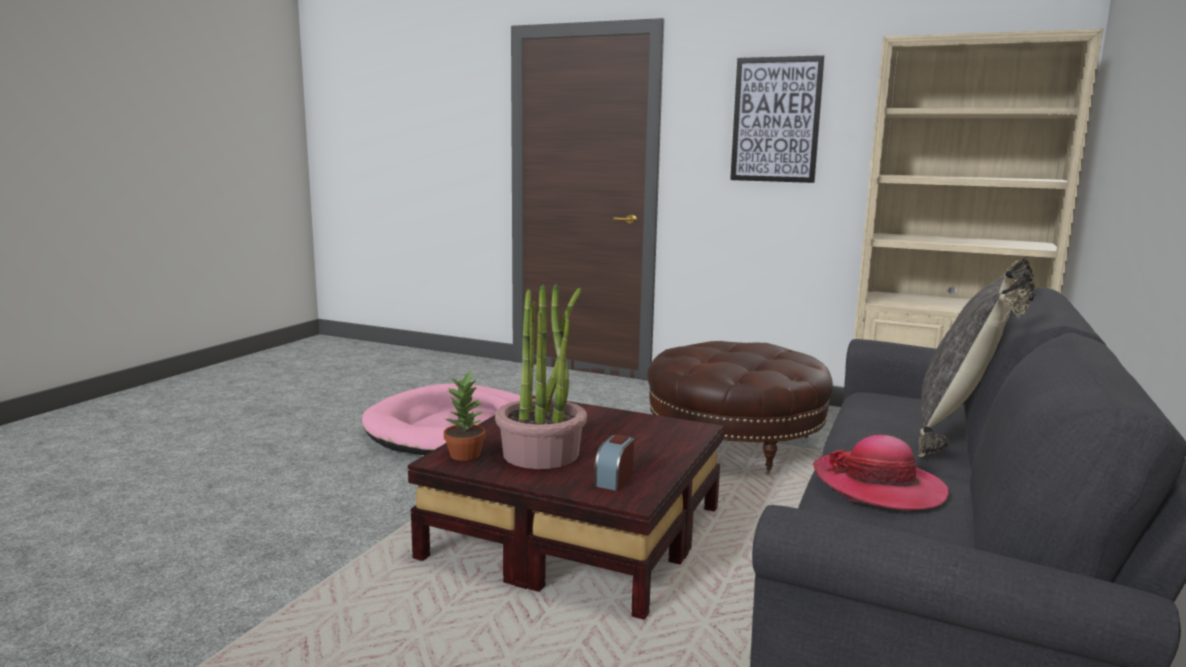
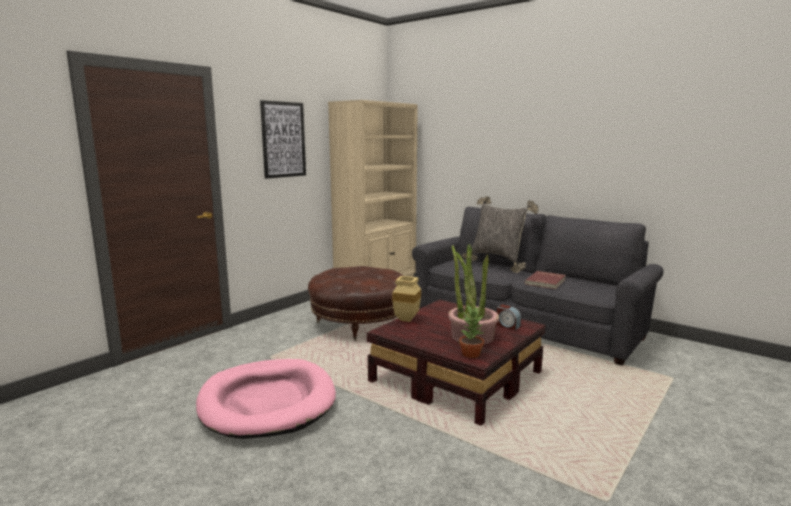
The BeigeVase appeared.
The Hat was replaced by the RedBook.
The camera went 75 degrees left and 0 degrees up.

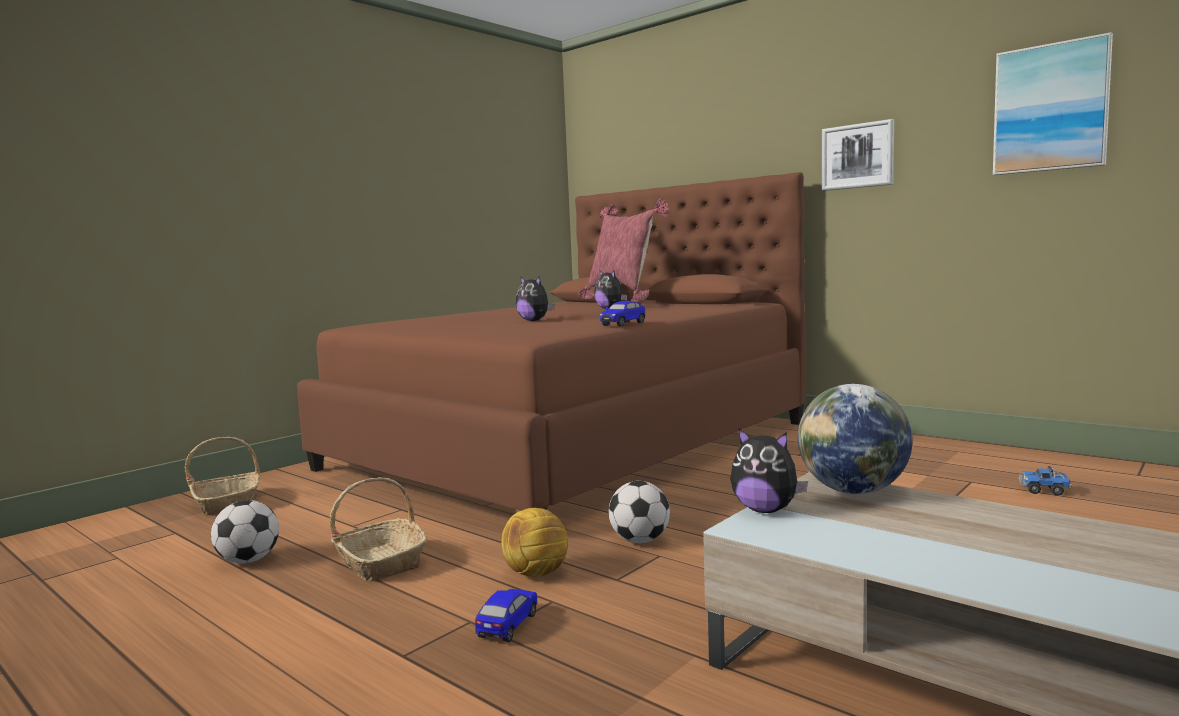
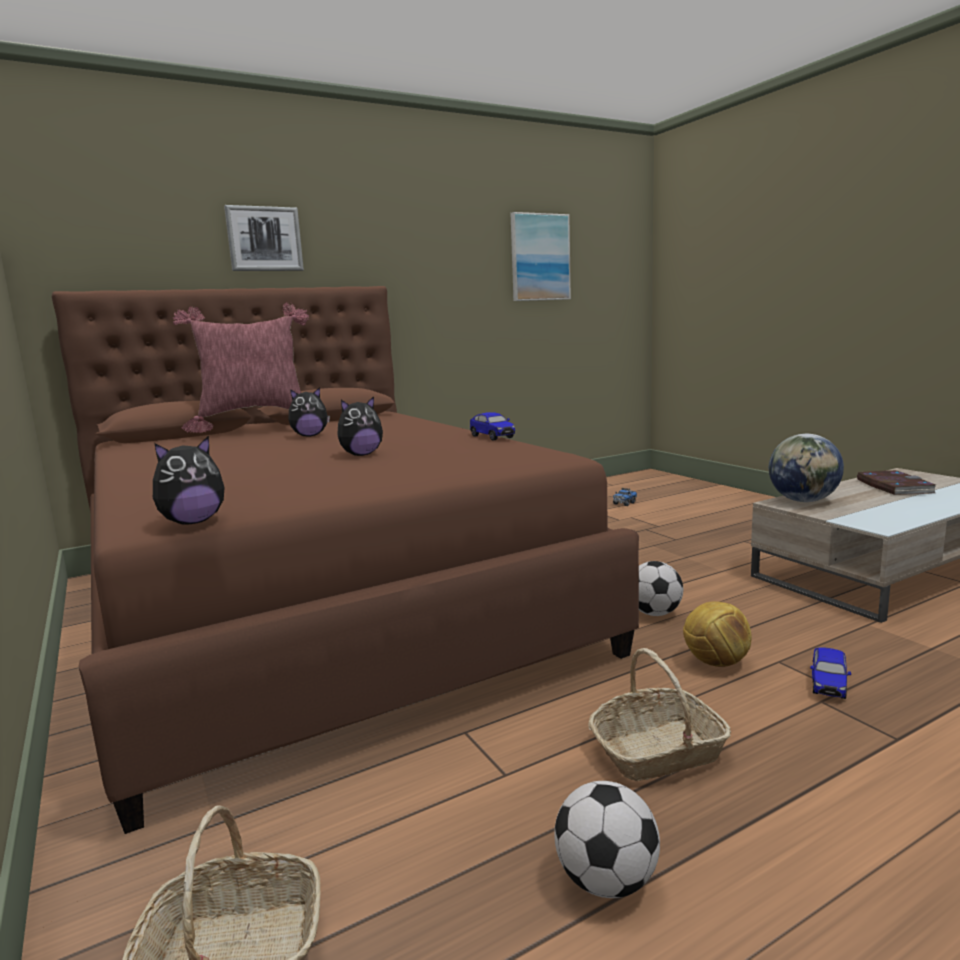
The PlushToy (no. 3 from left in the first image) moved.
The Picture (no. 1 from left) moved.
The ToyCar (no. 1 from left in the first image) turned 105 degrees counterclockwise.
The Book appeared.
The camera went 70 degrees left and 5 degrees up.

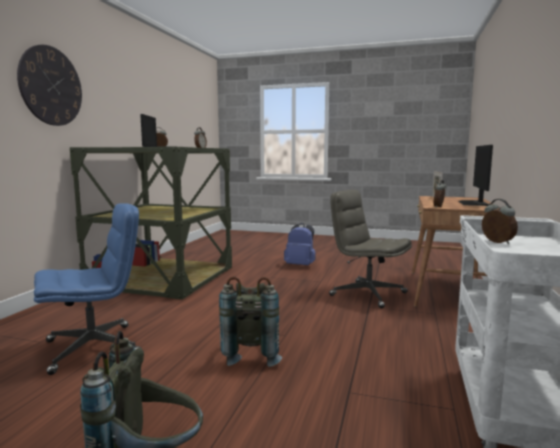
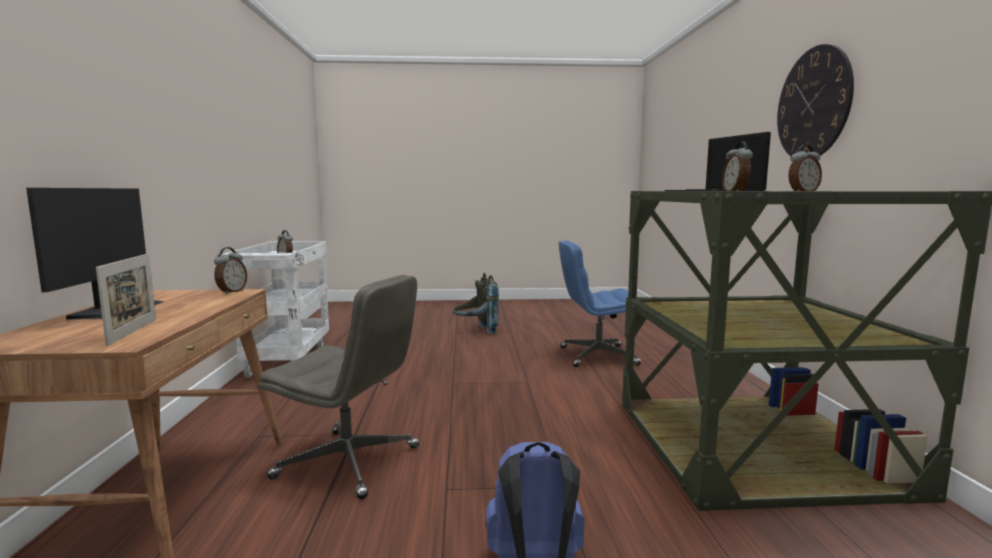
The BlueOfficeChair turned 45 degrees clockwise.
The GreyBackpack (no. 2 from left) disappeared.
The camera went 160 degrees right and 0 degrees up.

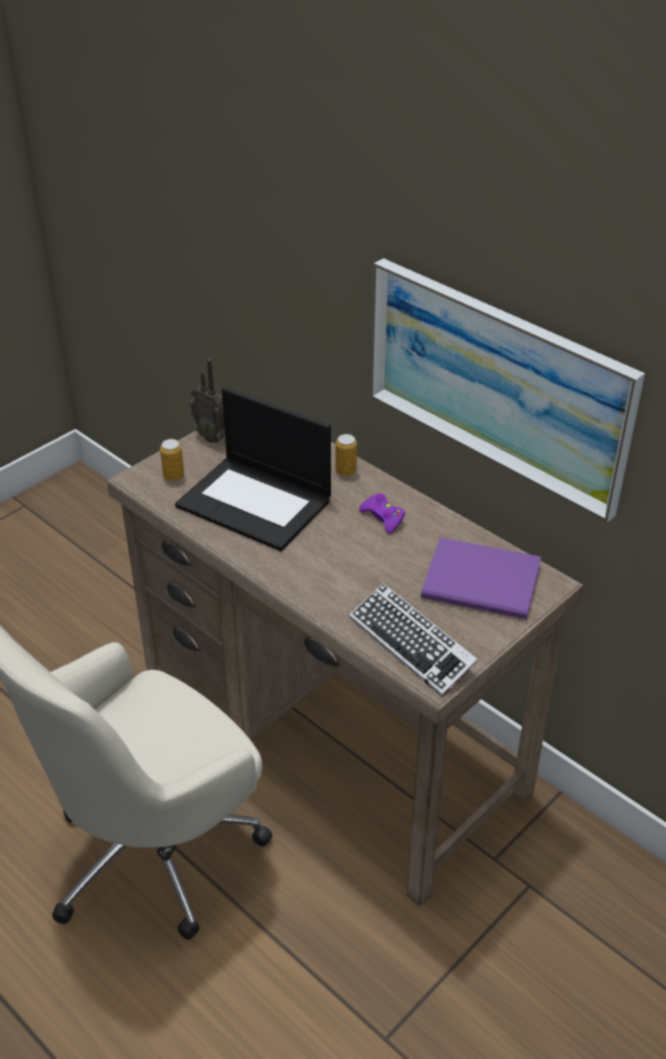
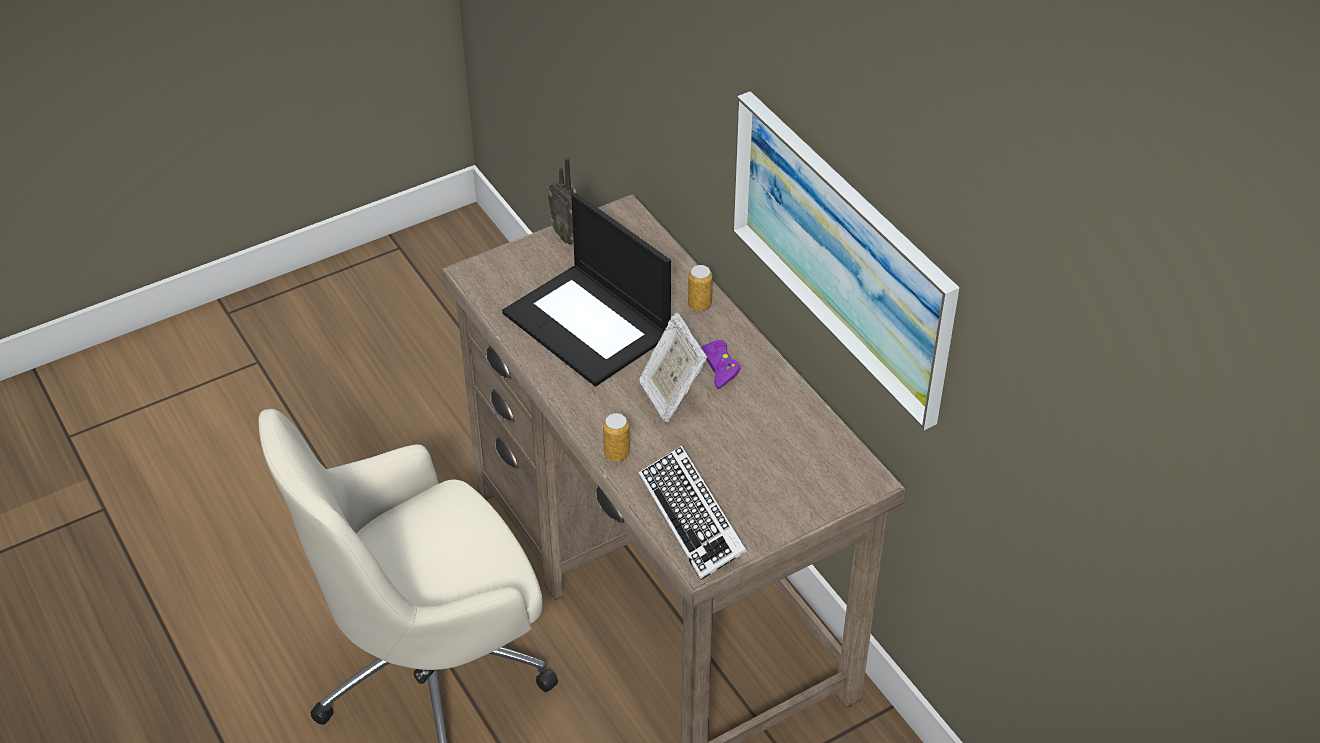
The Can (no. 1 from left) moved.
The PictureFrame appeared.
The PurpleBook disappeared.
The camera went 15 degrees right and 5 degrees up.

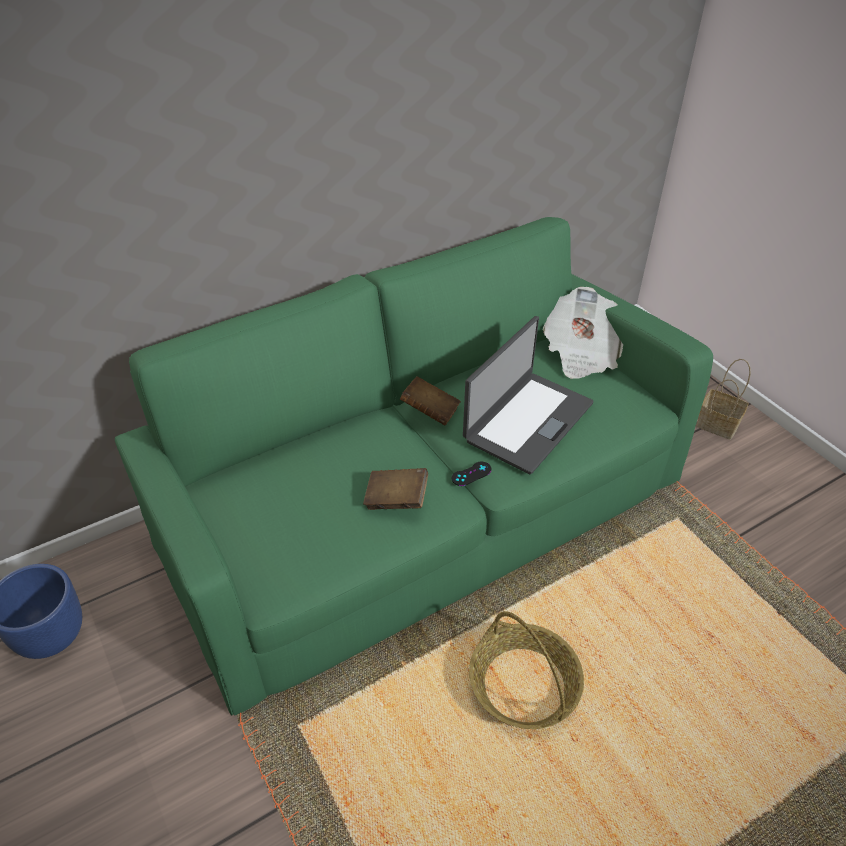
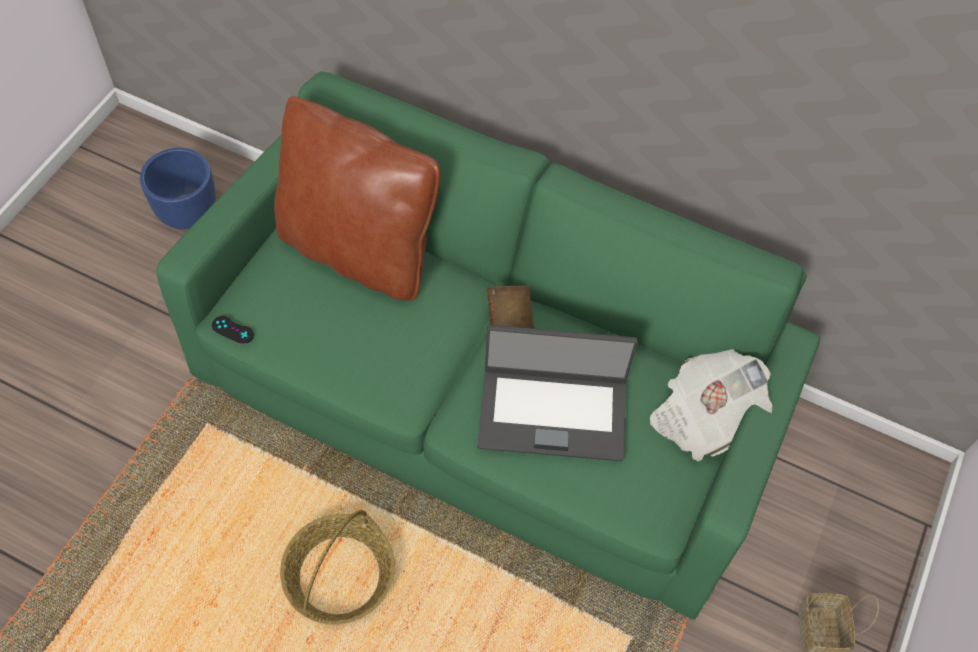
The BlackGameController moved.
The BrownPillow appeared.
The BrownBook (no. 1 from left) disappeared.
The camera went 55 degrees right and 15 degrees up.

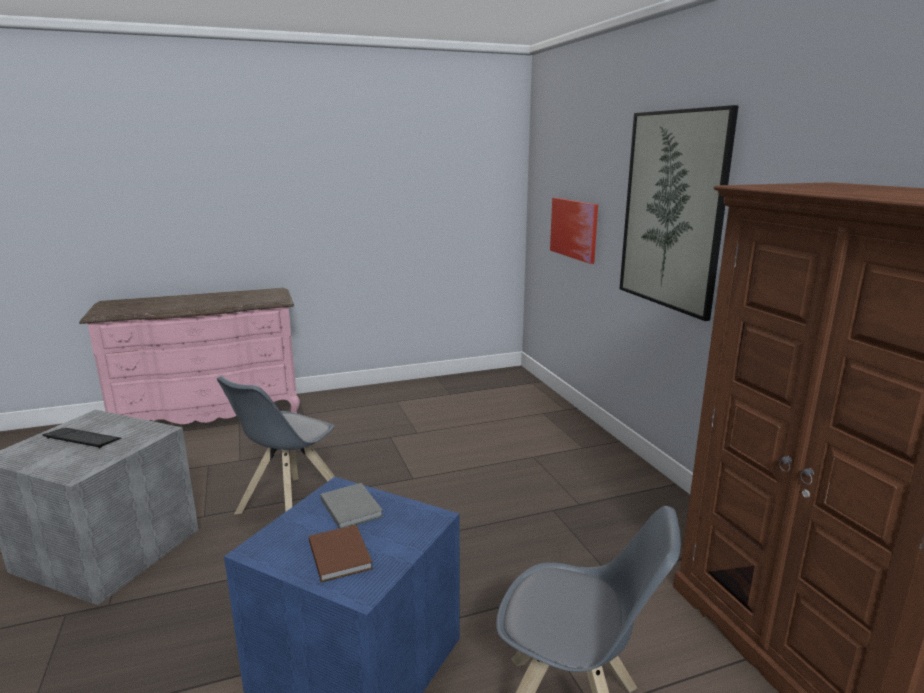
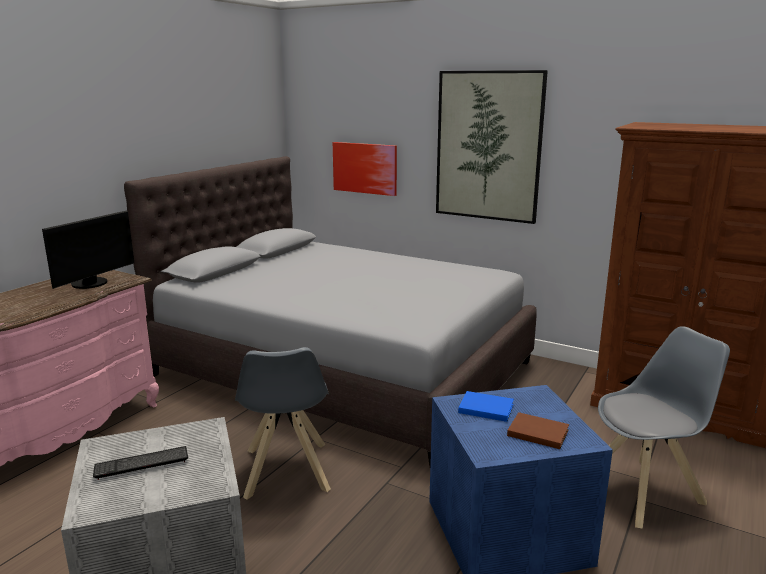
The Monitor appeared.
The GreyBed appeared.
The GreyBook became the BlueBook.
The camera went 40 degrees left and 0 degrees up.

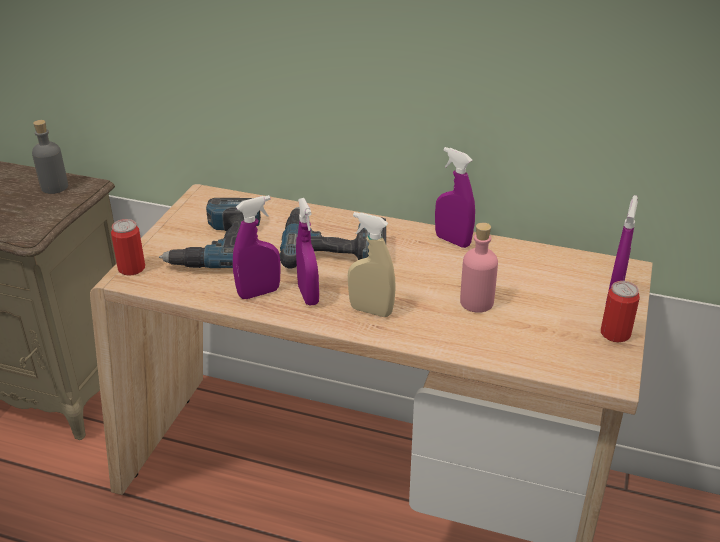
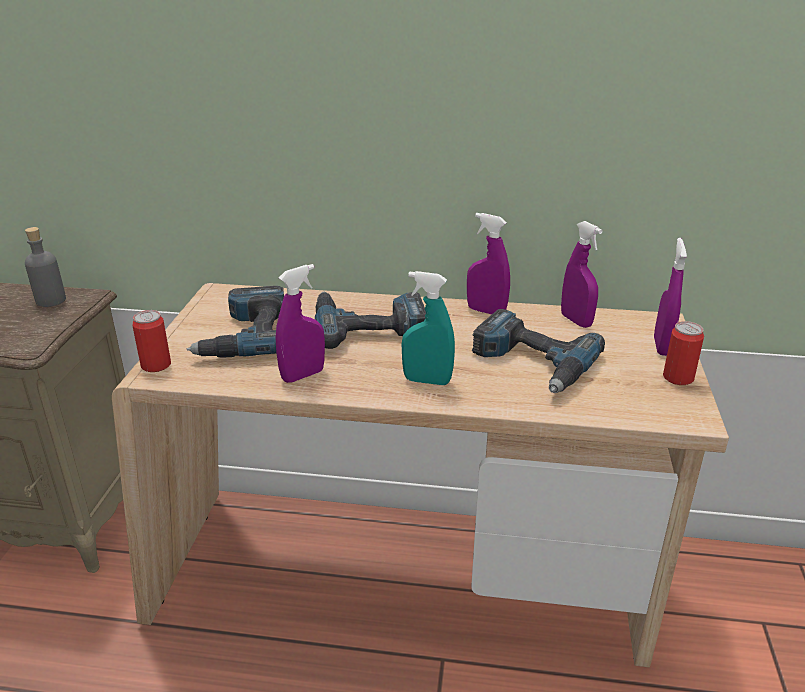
The BeigeSprayBottle became the TurquoiseSprayBottle.
The PinkBottle was replaced by the PowerDrill (no. 3 from left).
The PurpleSprayBottle (no. 2 from left in the first image) moved.
The camera went 10 degrees left and 5 degrees down.

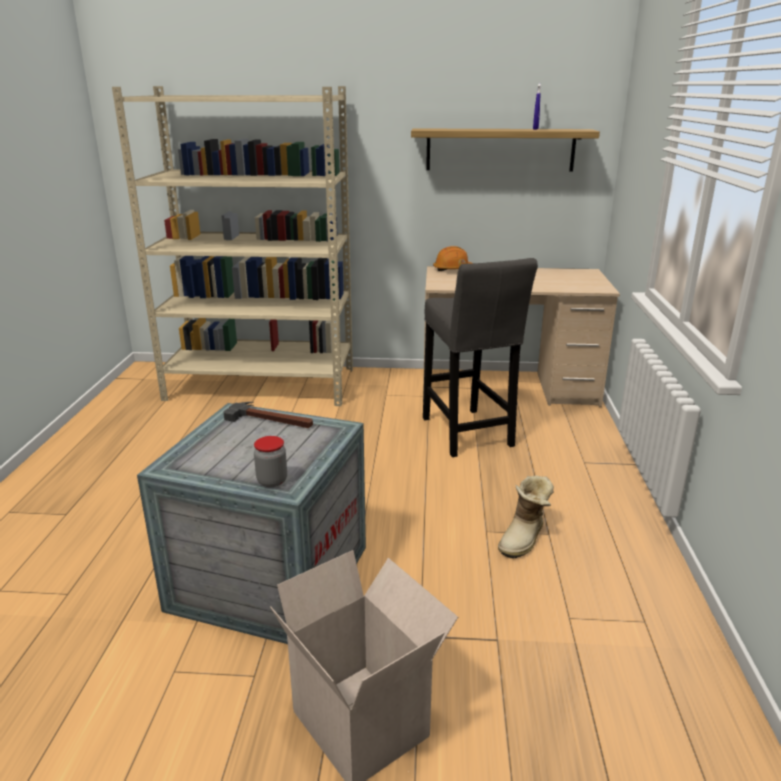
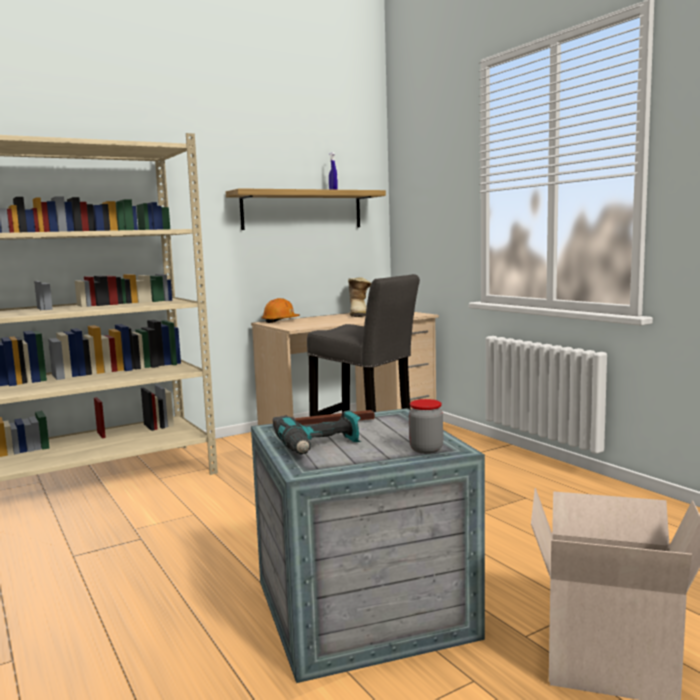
The PowerDrill appeared.
The Boot moved.
The camera went 35 degrees left and 15 degrees down.

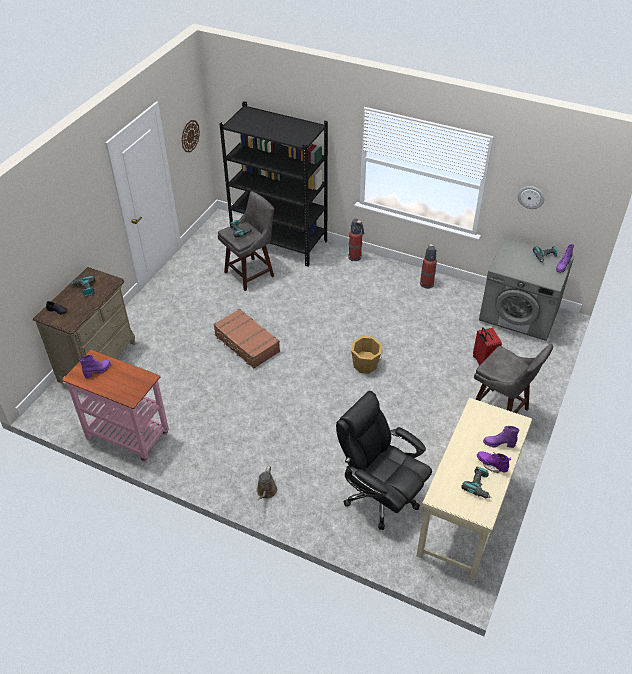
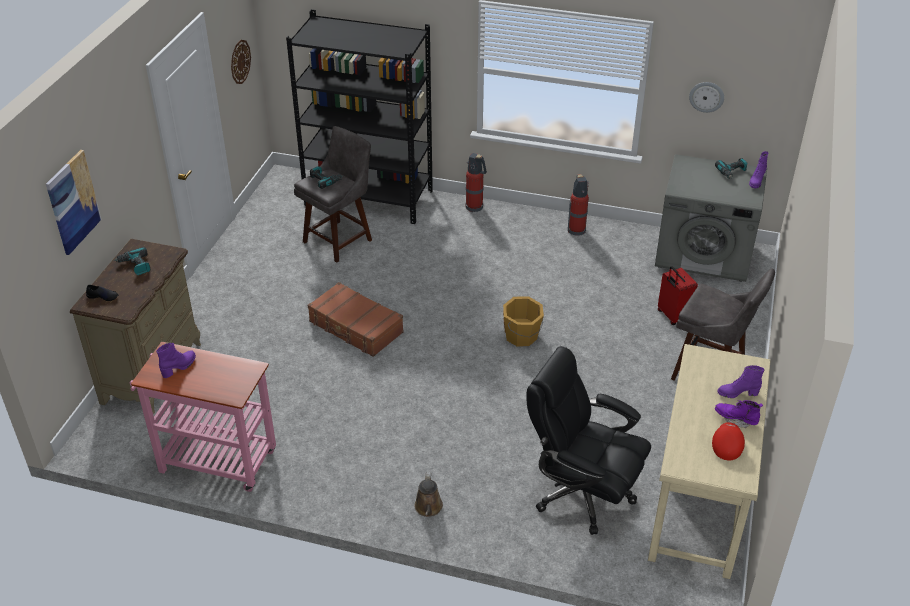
The Picture appeared.
The PowerDrill (no. 3 from left) was replaced by the RedCap.
The camera went 10 degrees left and 5 degrees down.

